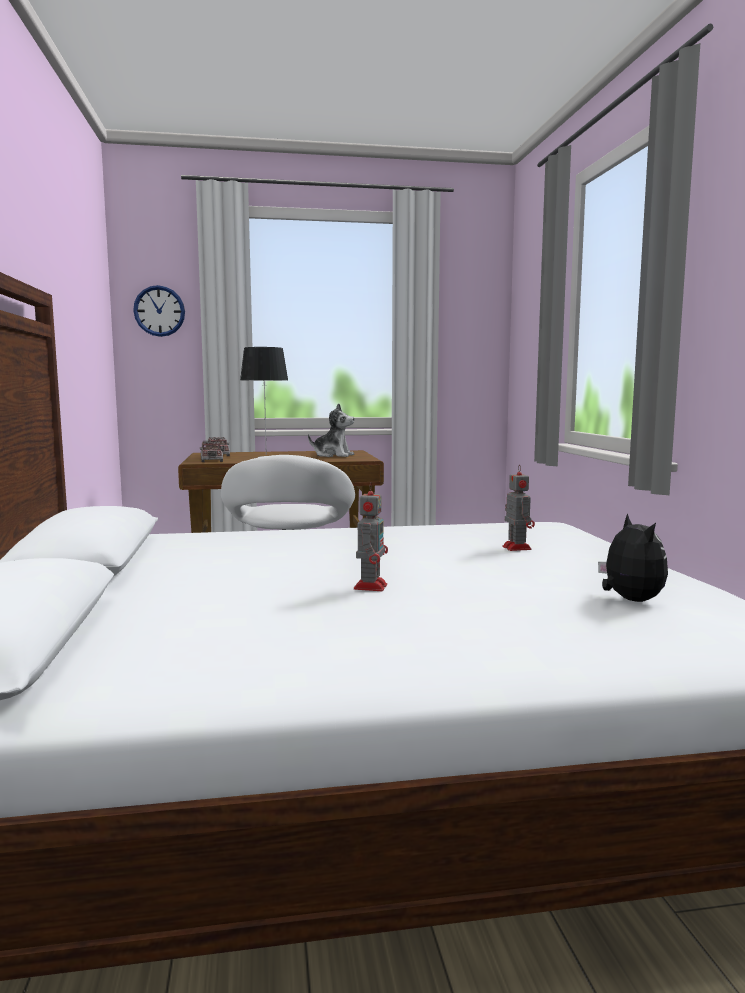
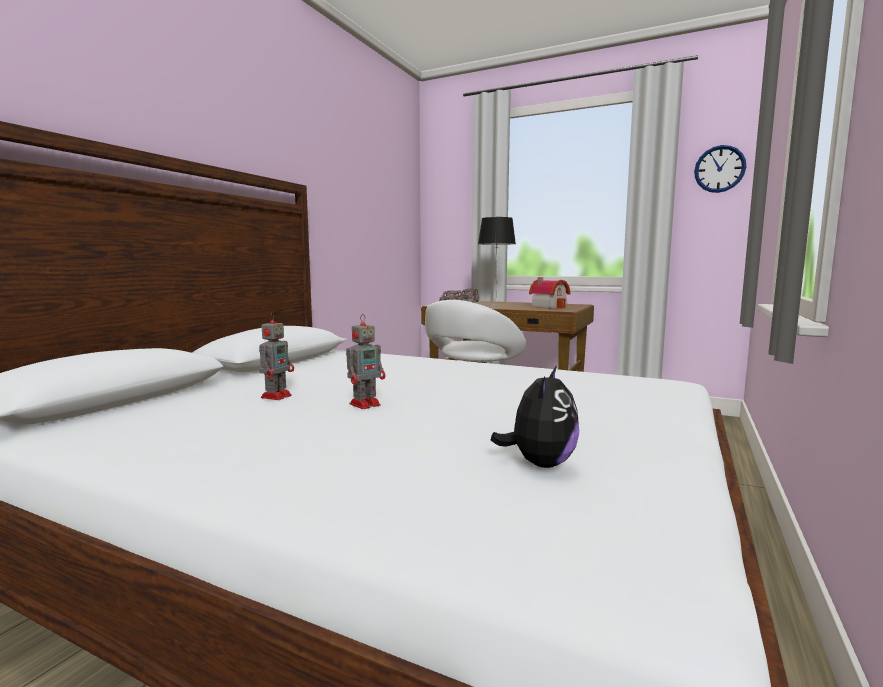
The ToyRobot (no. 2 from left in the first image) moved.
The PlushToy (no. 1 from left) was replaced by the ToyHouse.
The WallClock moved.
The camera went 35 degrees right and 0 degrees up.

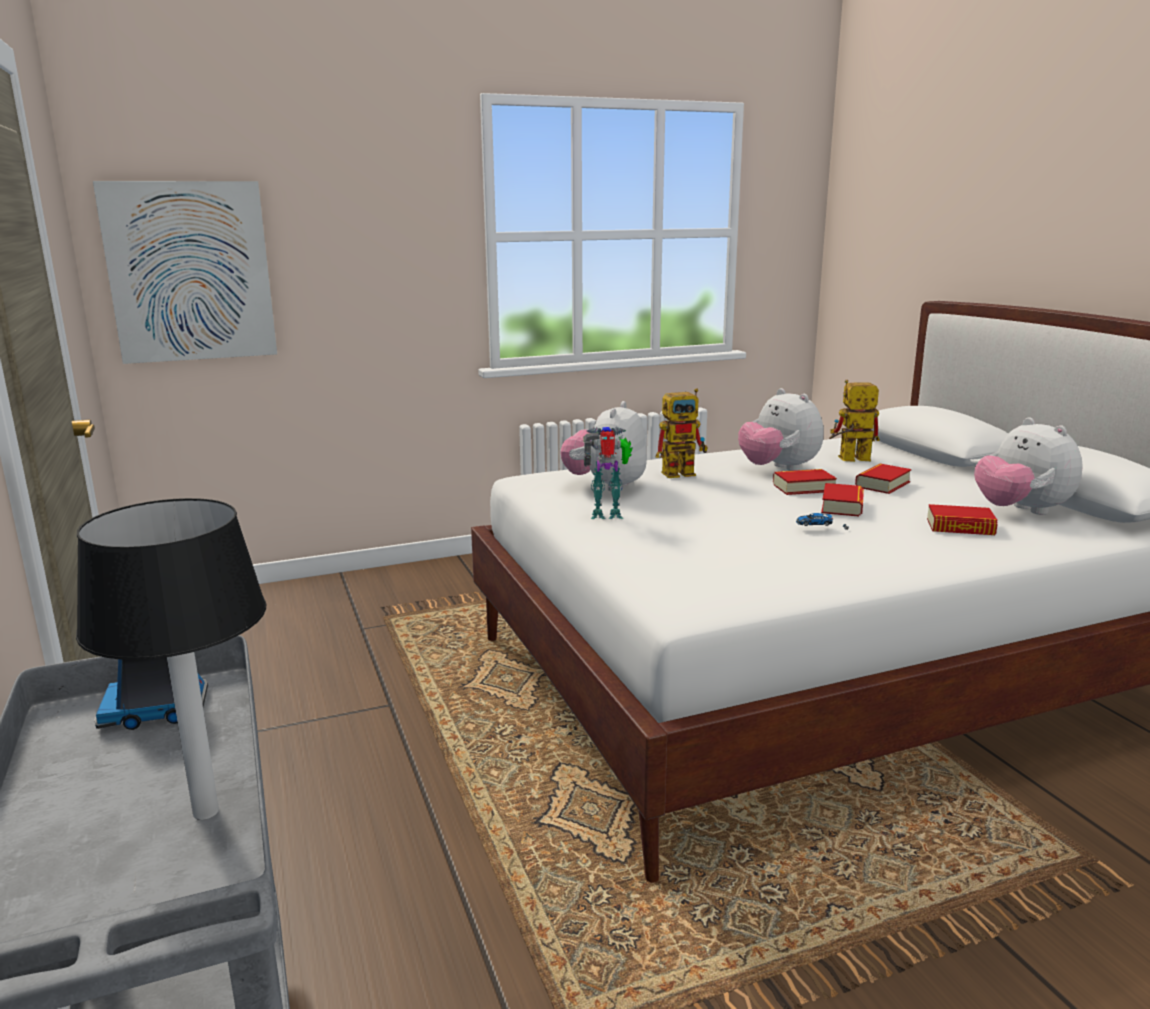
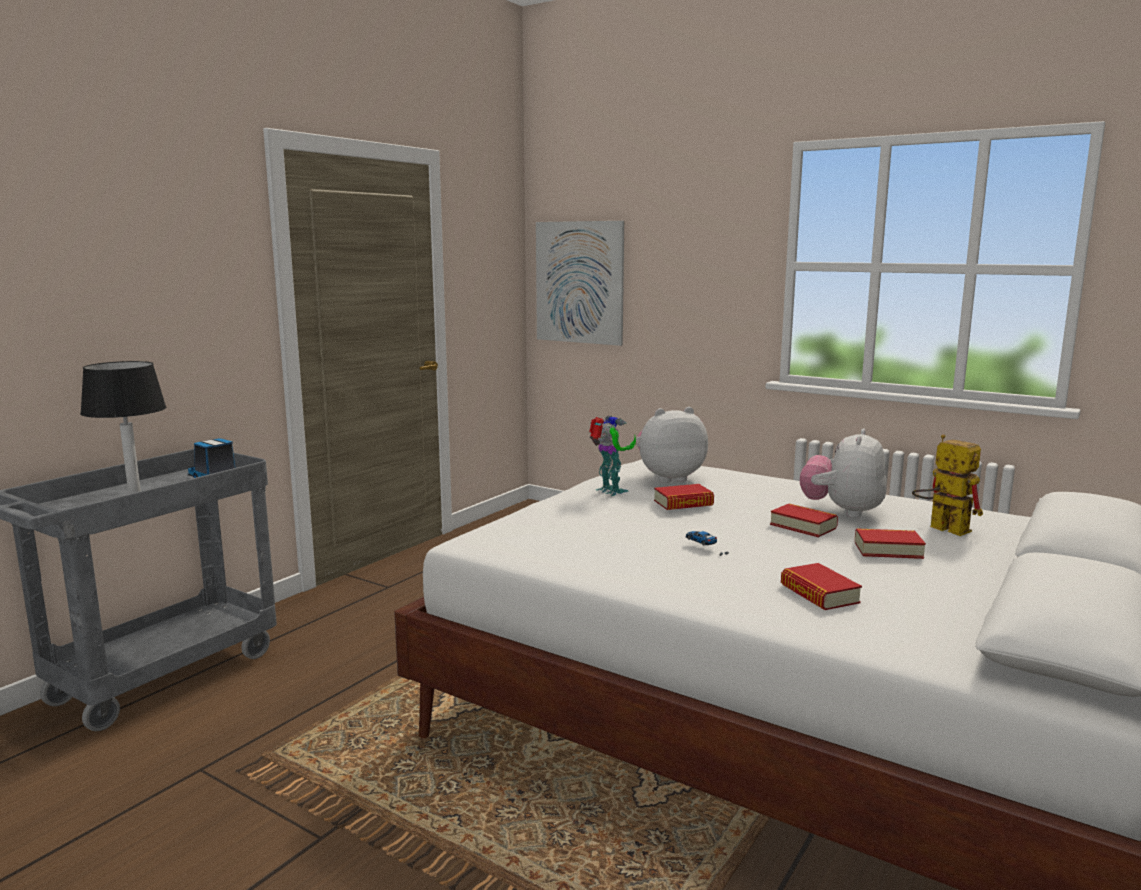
The Book (no. 2 from left in the first image) moved.
The ToyRobot (no. 2 from left) disappeared.
The PlushToy (no. 3 from left) disappeared.
The camera went 55 degrees right and 5 degrees down.

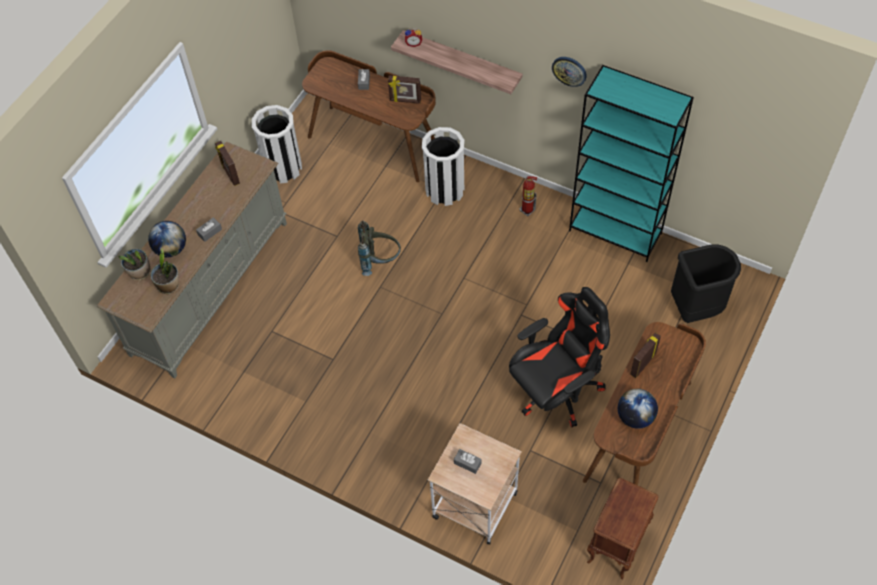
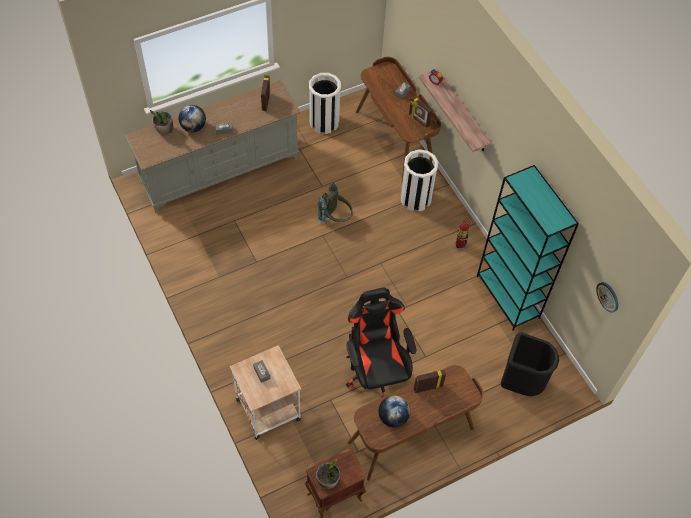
The PottedPlant (no. 2 from left) moved.
The BlackOfficeChair turned 105 degrees counterclockwise.
The WallClock moved.
The camera went 30 degrees right and 0 degrees up.

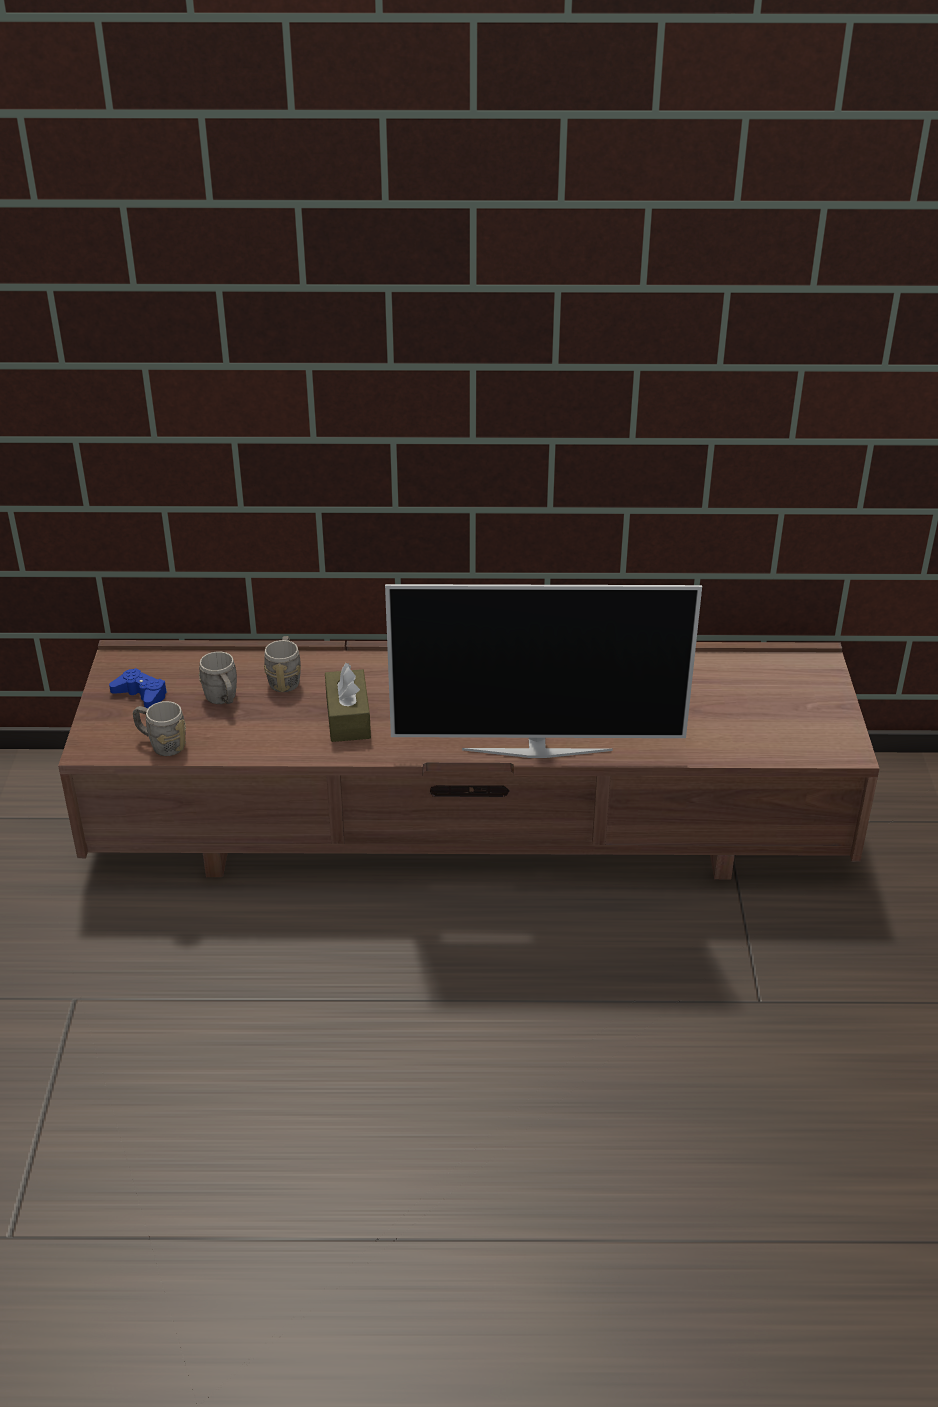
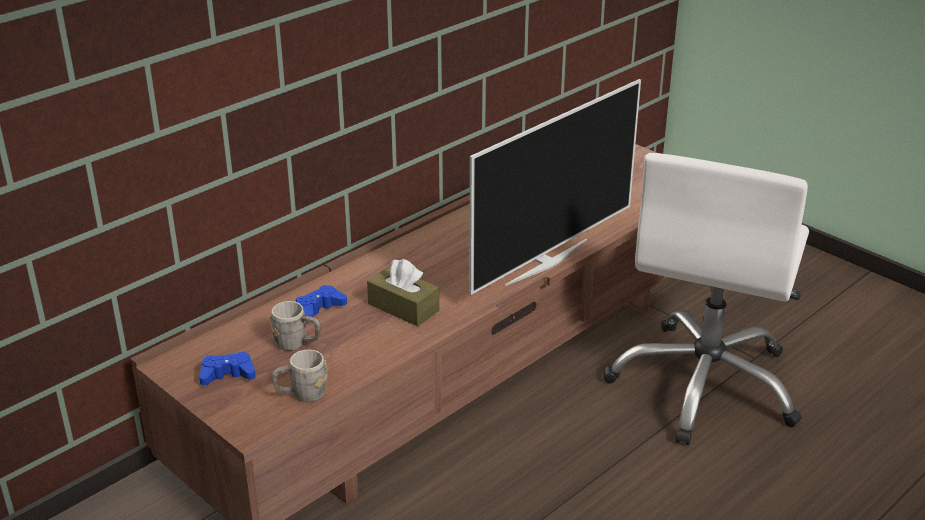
The GreyMug (no. 3 from left) was replaced by the BlueGameController (no. 2 from left).
The WhiteOfficeChair appeared.
The camera went 45 degrees left and 5 degrees down.

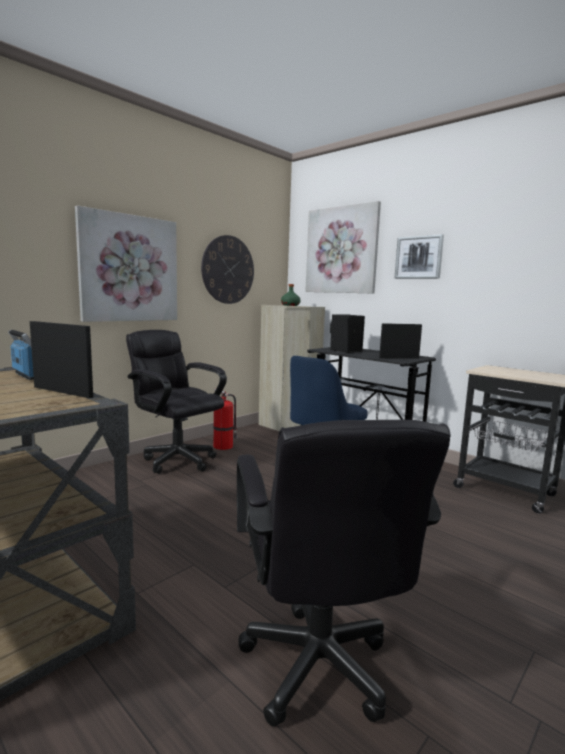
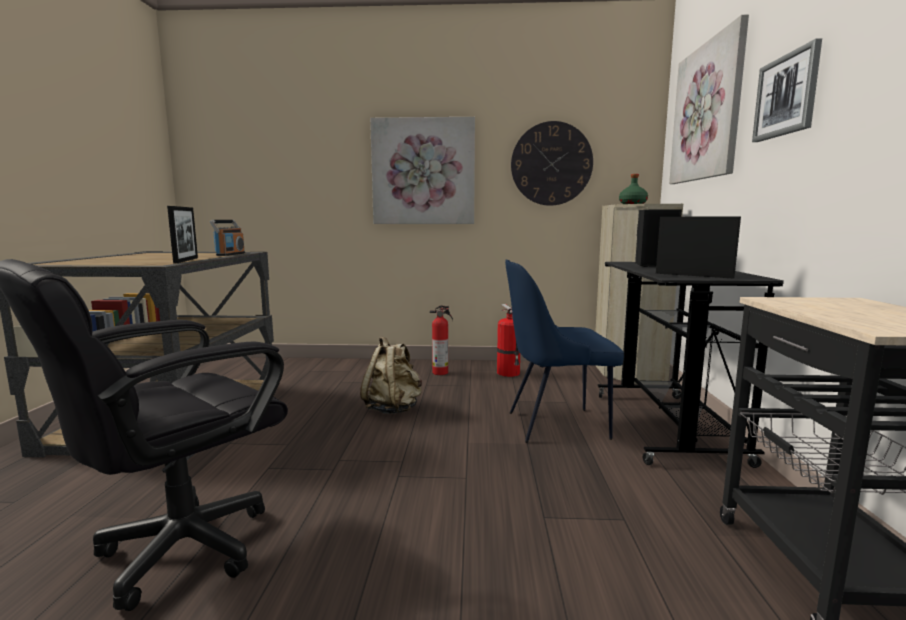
The BeigeBackpack appeared.
The BlackOfficeChair (no. 1 from left) was replaced by the FireExtinguisher (no. 1 from left).
The camera went 50 degrees right and 0 degrees up.

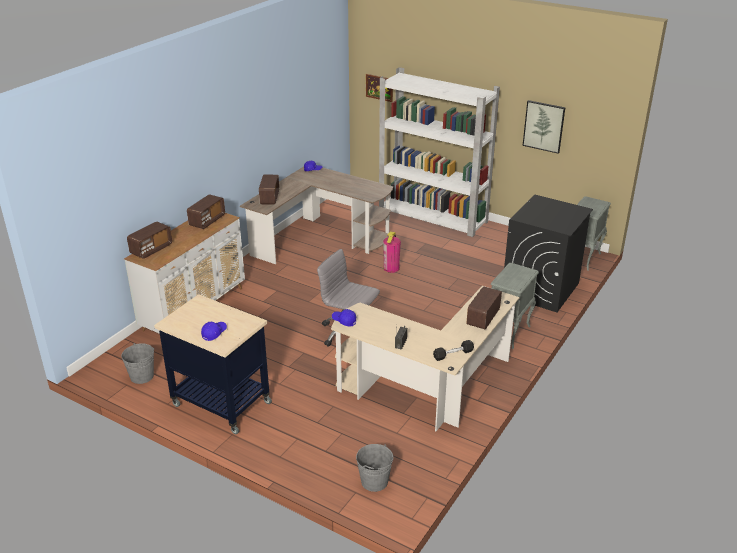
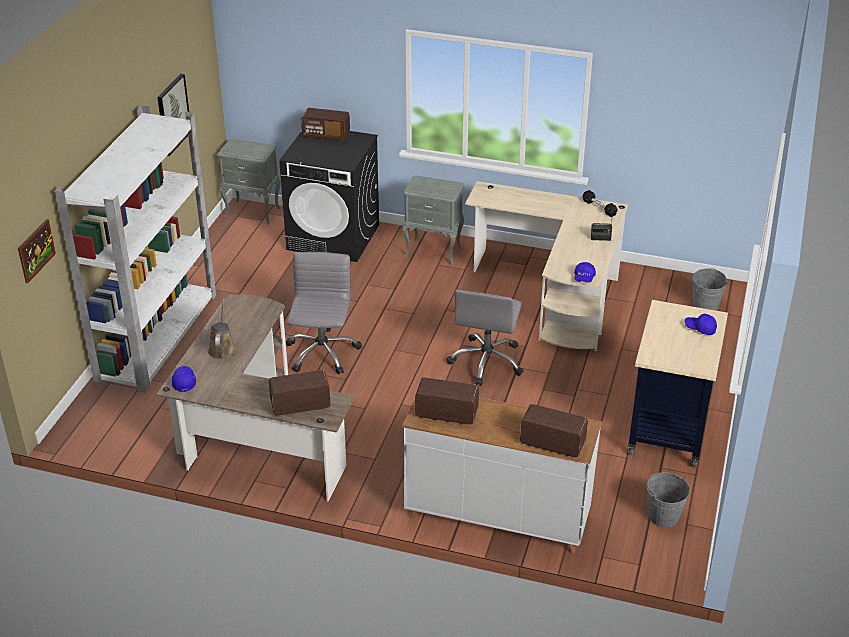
The BrownWateringCan appeared.
The FireExtinguisher was replaced by the GreyOfficeChair (no. 1 from left).
The Radio (no. 5 from left in the first image) moved.
The camera went 105 degrees left and 5 degrees up.

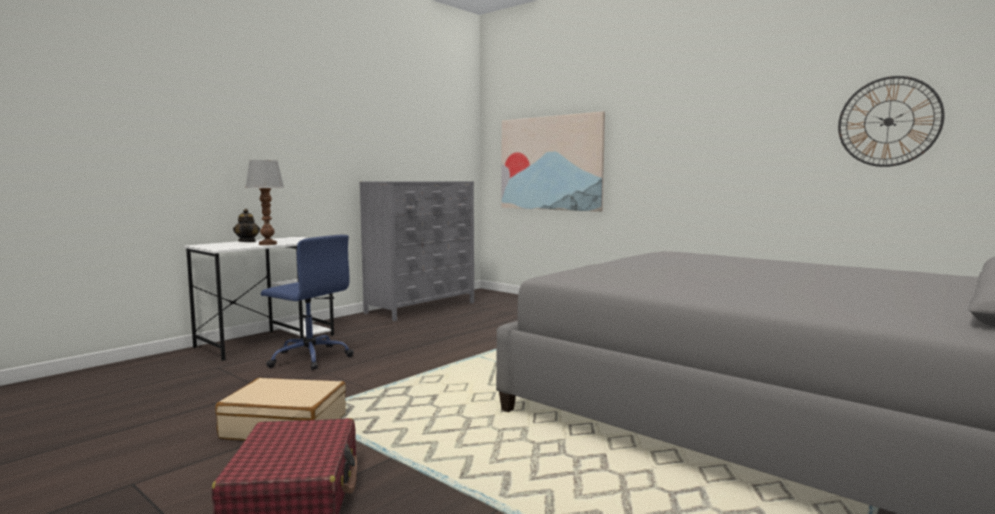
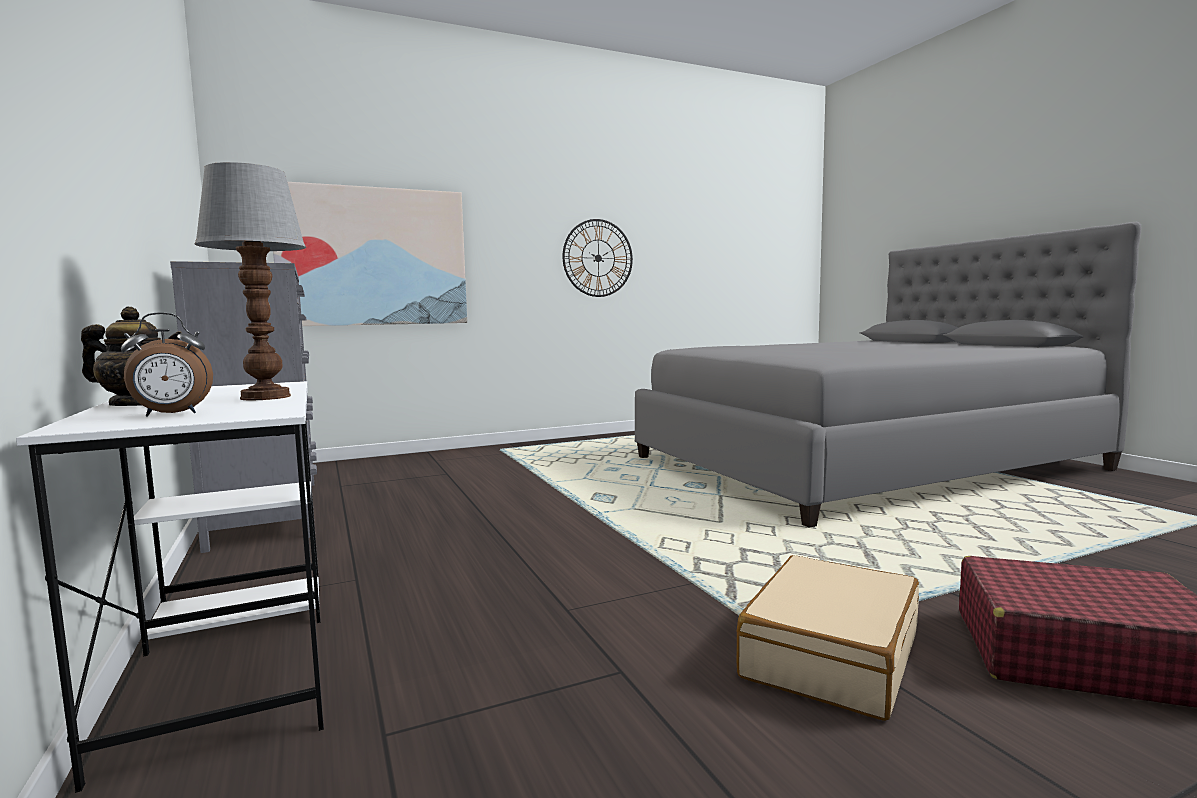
The AlarmClock appeared.
The WallClock moved.
The BlueOfficeChair disappeared.
The camera went 65 degrees left and 0 degrees up.

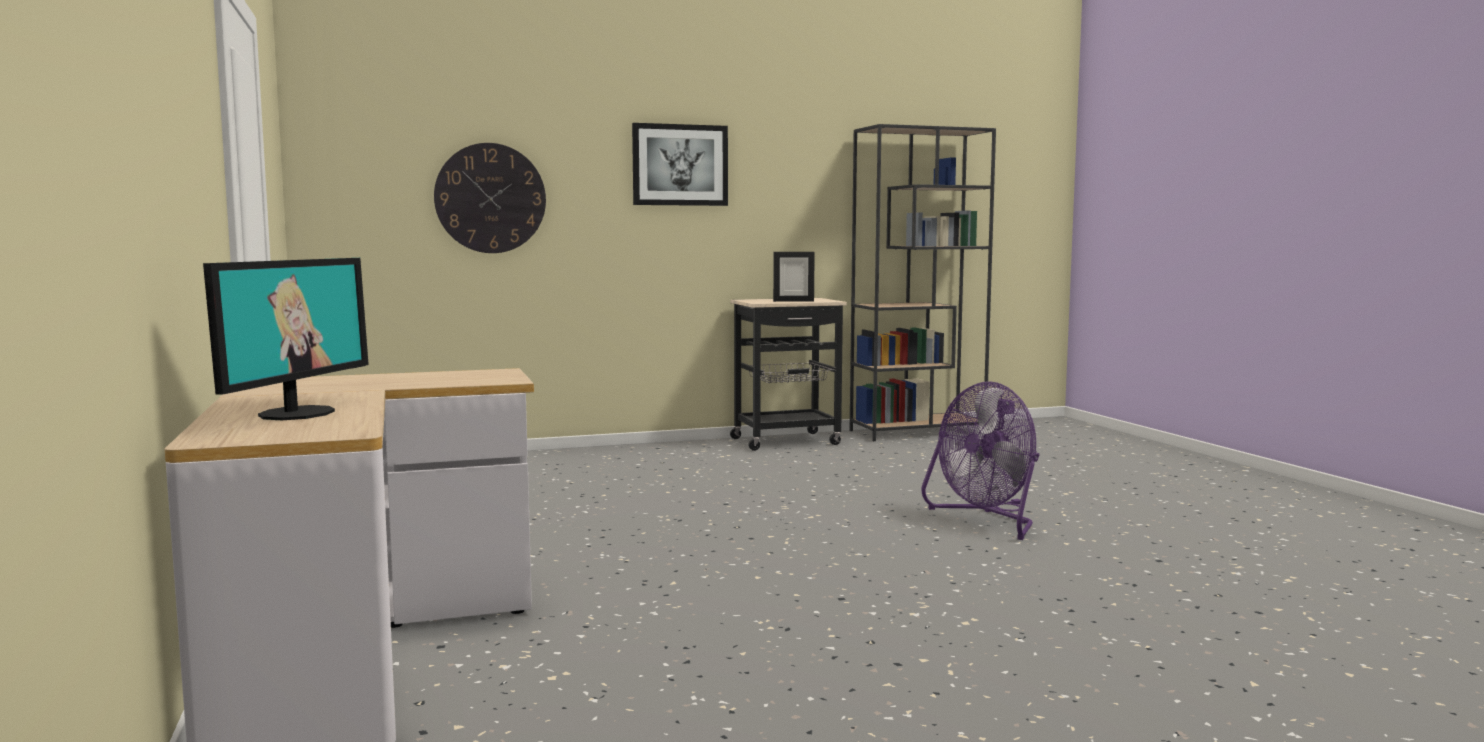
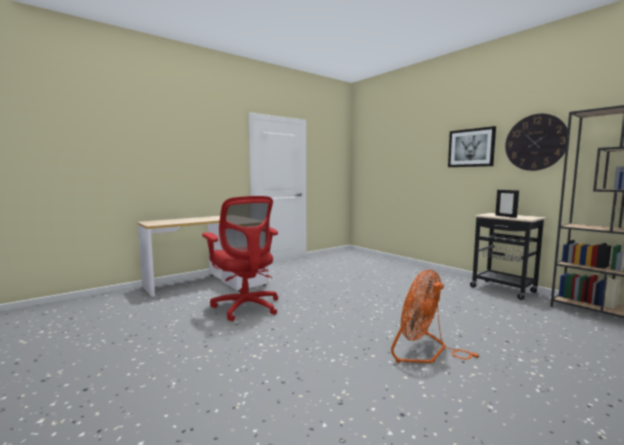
The RedOfficeChair appeared.
The PurpleFan became the OrangeFan.
The WallClock moved.
The Monitor disappeared.
The camera went 70 degrees right and 0 degrees up.

